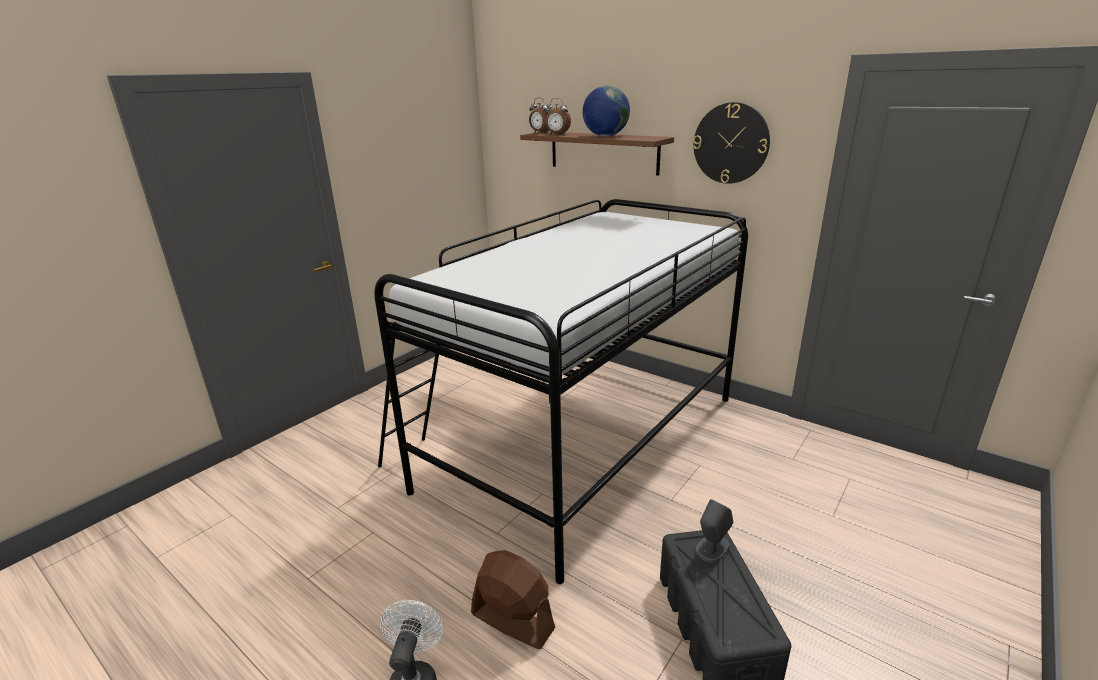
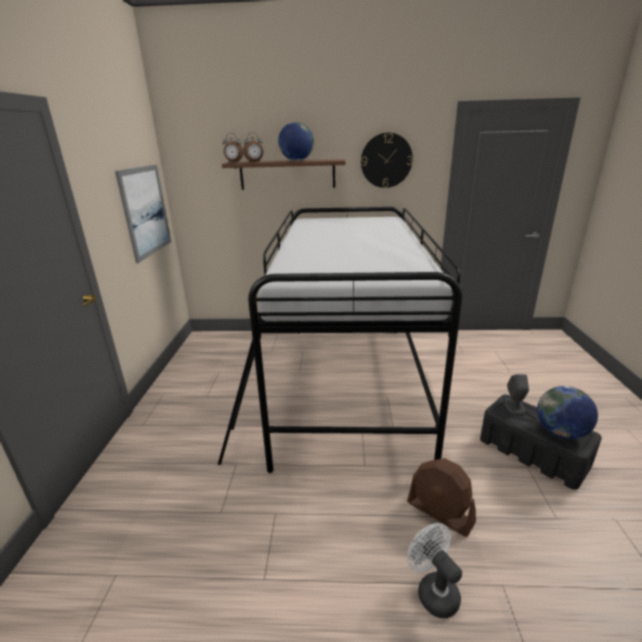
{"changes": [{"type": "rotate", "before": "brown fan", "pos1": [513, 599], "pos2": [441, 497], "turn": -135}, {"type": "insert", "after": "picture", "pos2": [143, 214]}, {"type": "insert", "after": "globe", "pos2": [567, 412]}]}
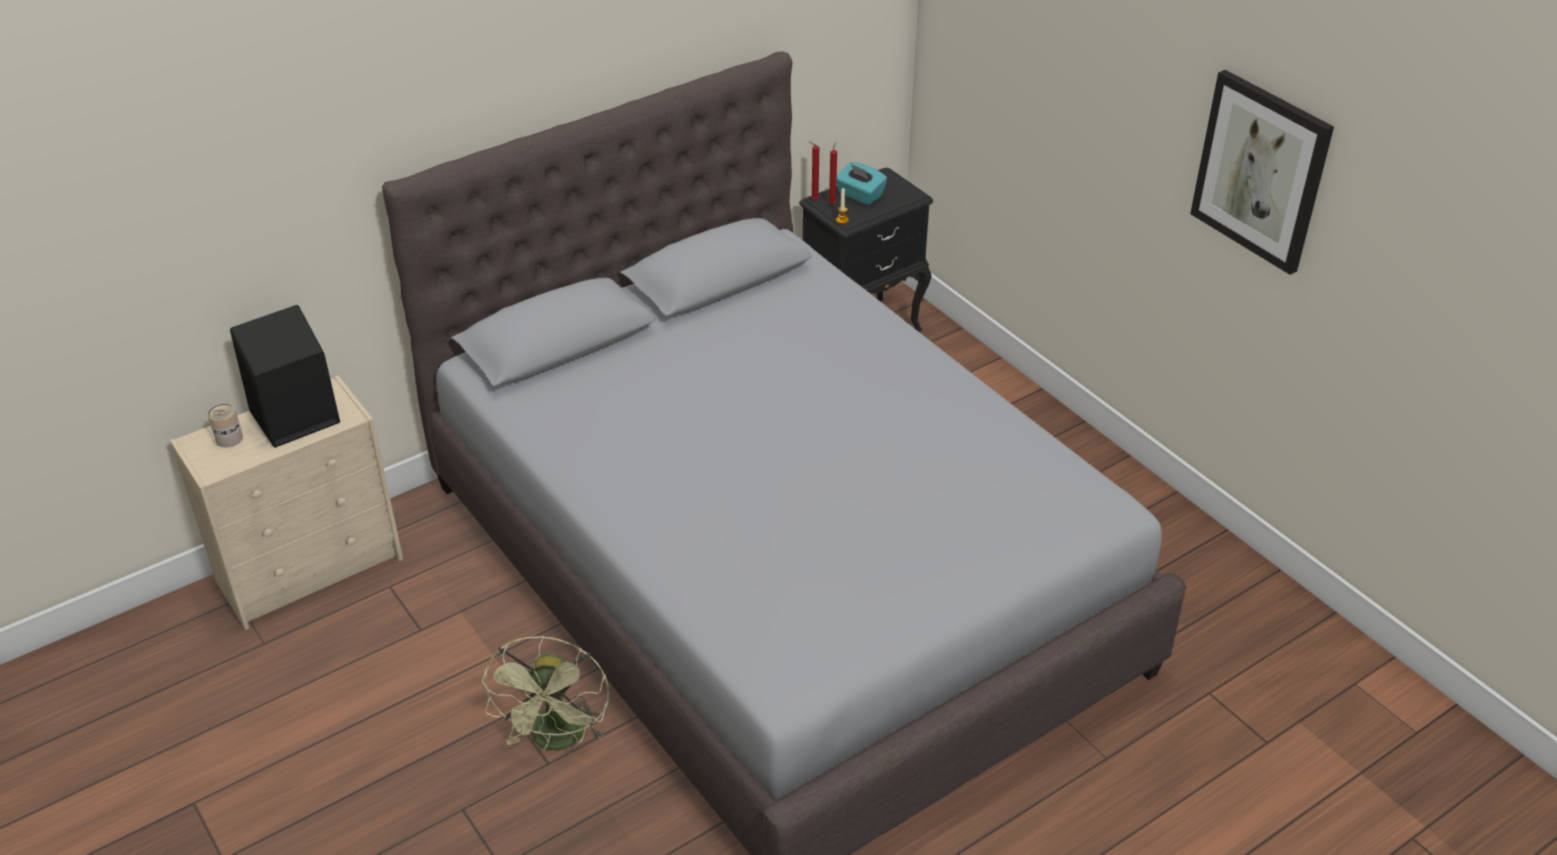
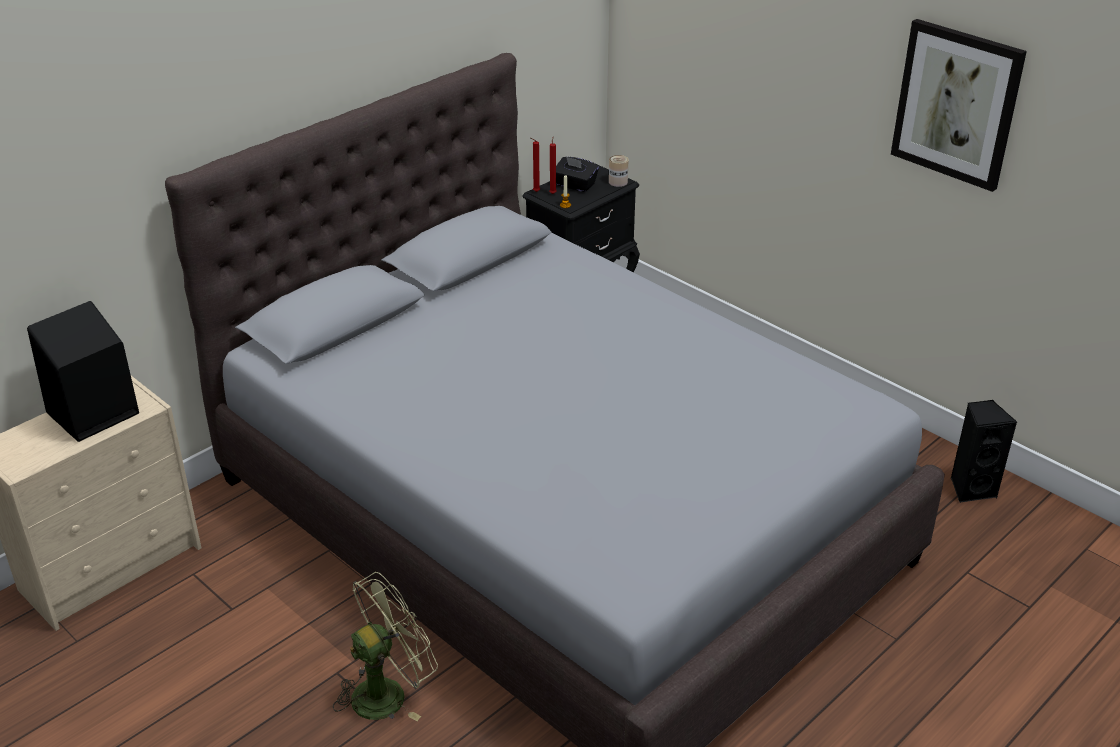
{"changes": [{"type": "move", "before": "can", "pos1": [225, 425], "pos2": [619, 171]}, {"type": "rotate", "before": "green fan", "pos1": [545, 693], "pos2": [385, 646], "turn": -120}, {"type": "recolor", "before": "turquoise tissue box", "after": "black tissue box", "pos1": [861, 183], "pos2": [577, 174]}, {"type": "insert", "after": "black speaker", "pos2": [984, 451]}]}
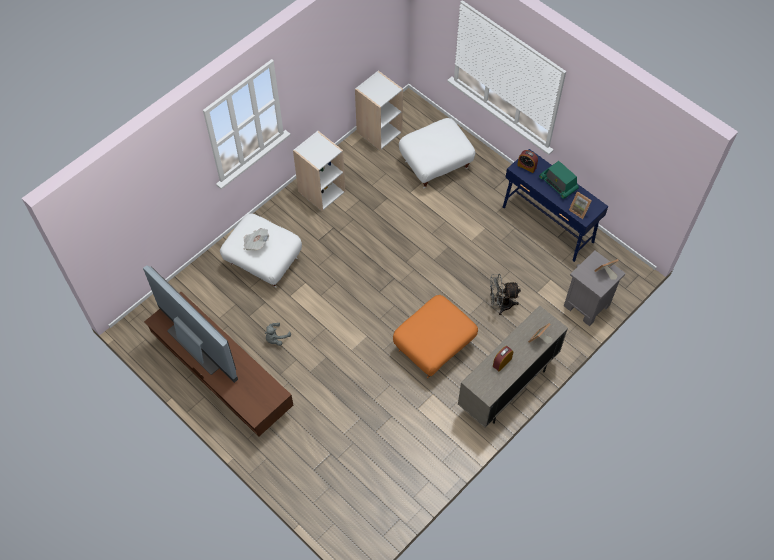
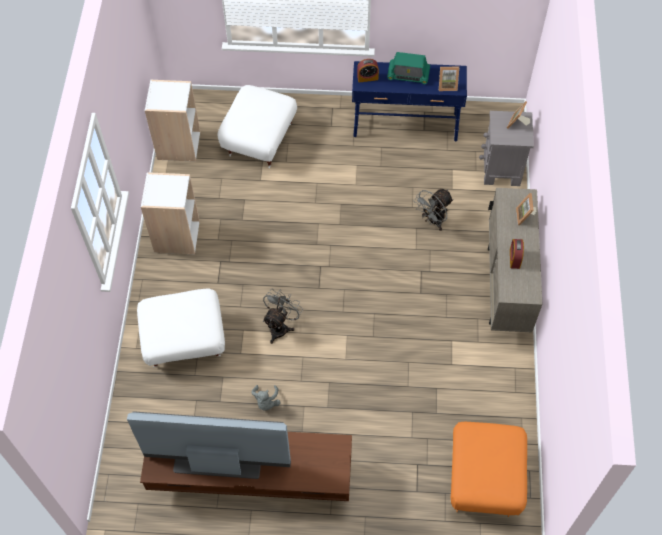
{"changes": [{"type": "delete", "before": "newspaper", "pos1": [256, 239]}, {"type": "move", "before": "orange ottoman", "pos1": [435, 336], "pos2": [489, 469]}, {"type": "insert", "after": "grey fan", "pos2": [283, 316]}]}
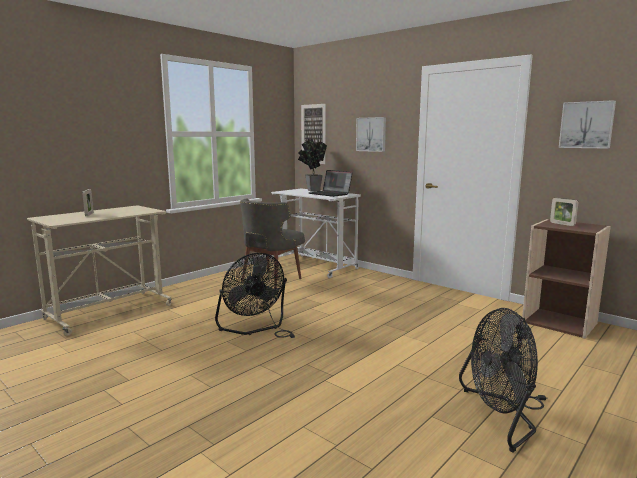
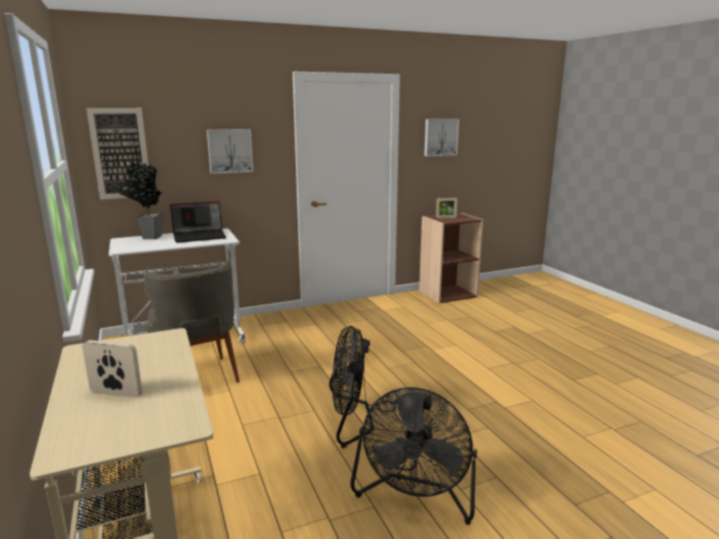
{"changes": [{"type": "move", "before": "black fan", "pos1": [503, 380], "pos2": [414, 456]}]}
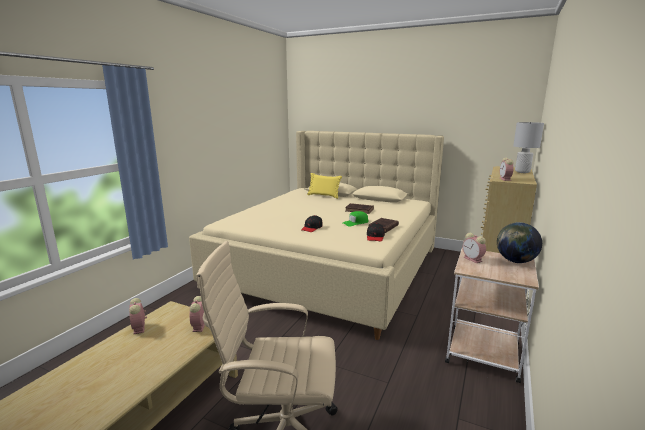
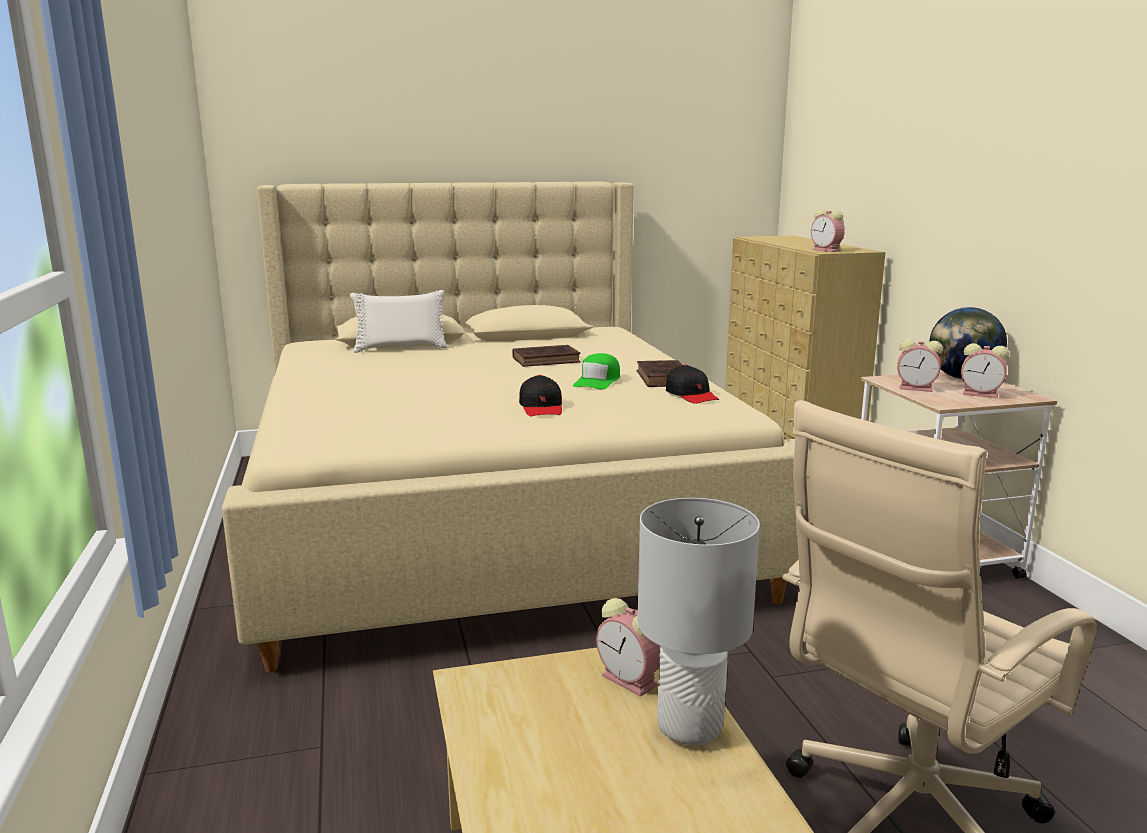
{"changes": [{"type": "move", "before": "alarm clock", "pos1": [138, 316], "pos2": [985, 370]}, {"type": "recolor", "before": "yellow pillow", "after": "white pillow", "pos1": [324, 186], "pos2": [398, 321]}, {"type": "move", "before": "grey table lamp", "pos1": [528, 147], "pos2": [699, 622]}]}
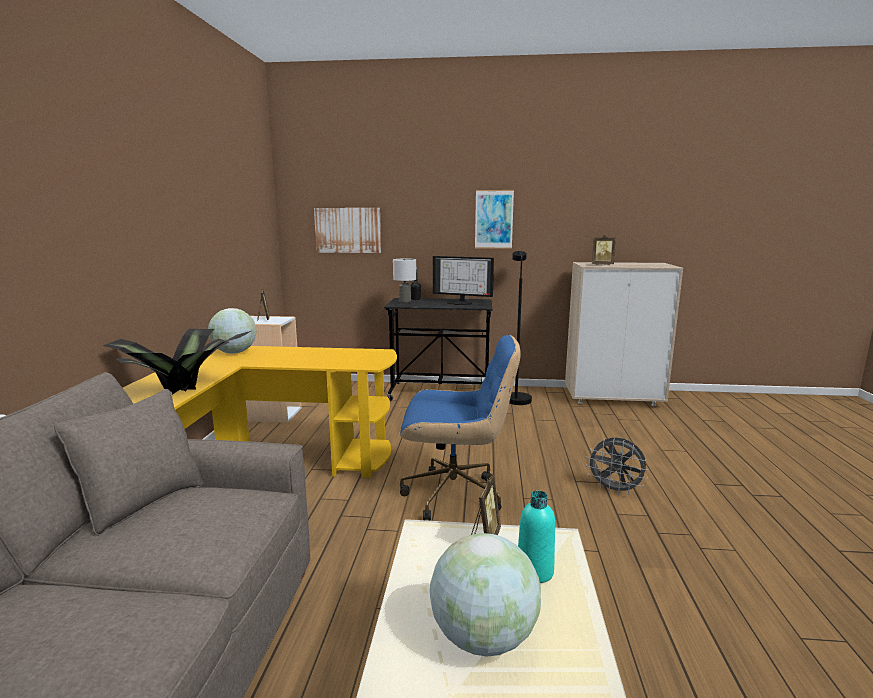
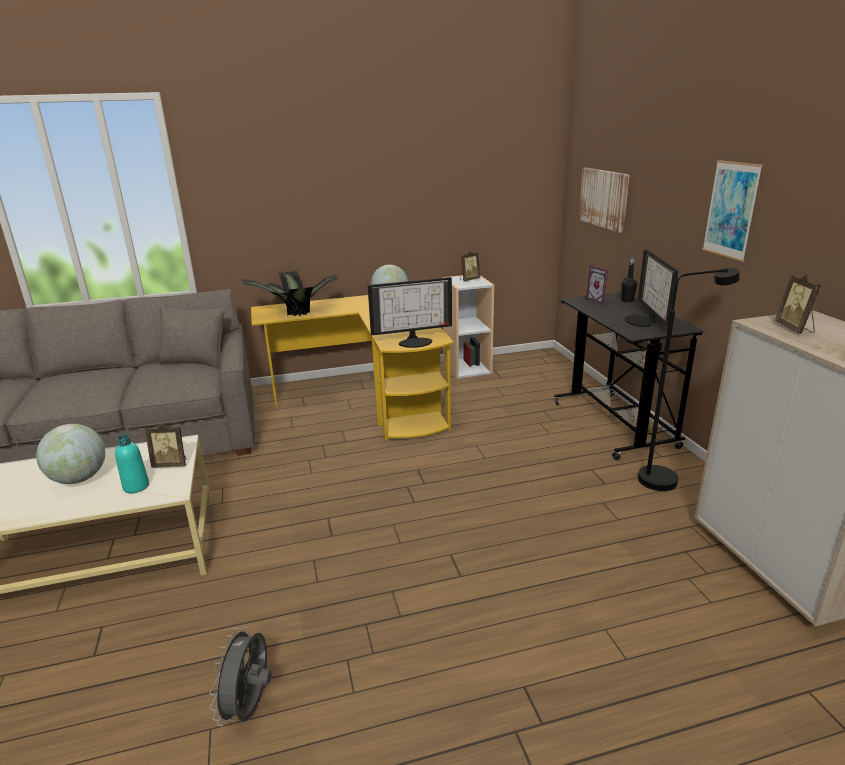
{"changes": [{"type": "replace", "before": "white table lamp", "after": "picture frame", "pos1": [404, 281], "pos2": [597, 285]}, {"type": "delete", "before": "blue office chair", "pos1": [460, 428]}, {"type": "move", "before": "grey fan", "pos1": [617, 466], "pos2": [240, 676]}, {"type": "insert", "after": "monitor", "pos2": [410, 312]}]}
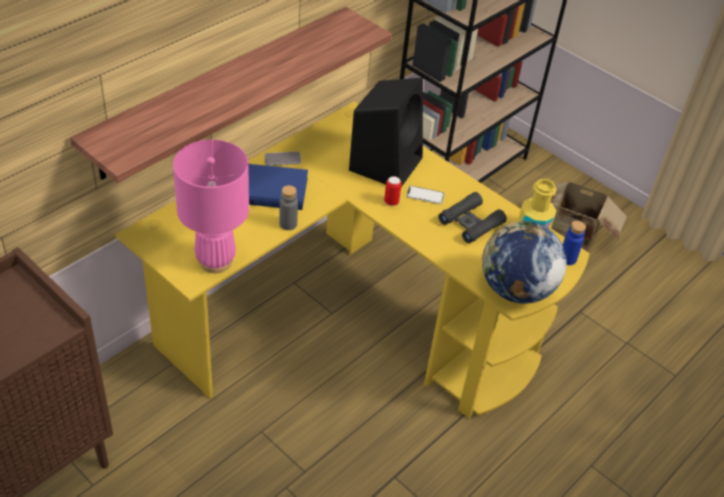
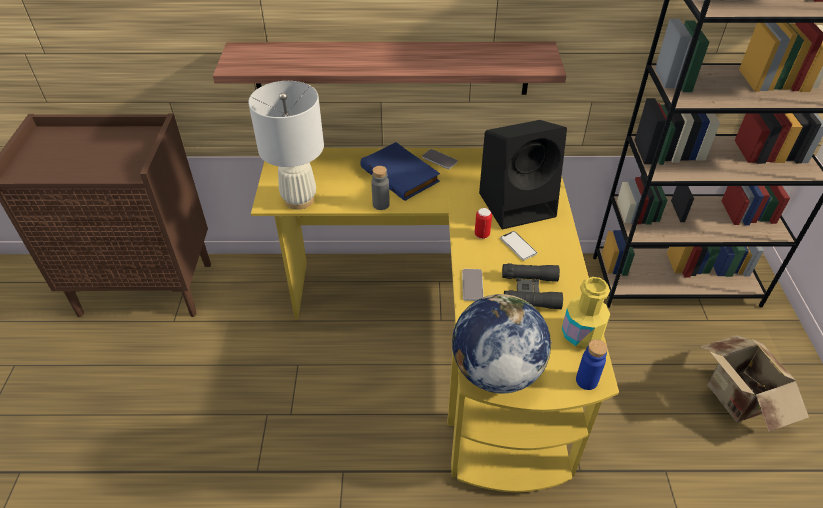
{"changes": [{"type": "recolor", "before": "pink table lamp", "after": "white table lamp", "pos1": [211, 206], "pos2": [286, 145]}, {"type": "insert", "after": "phone", "pos2": [473, 285]}]}
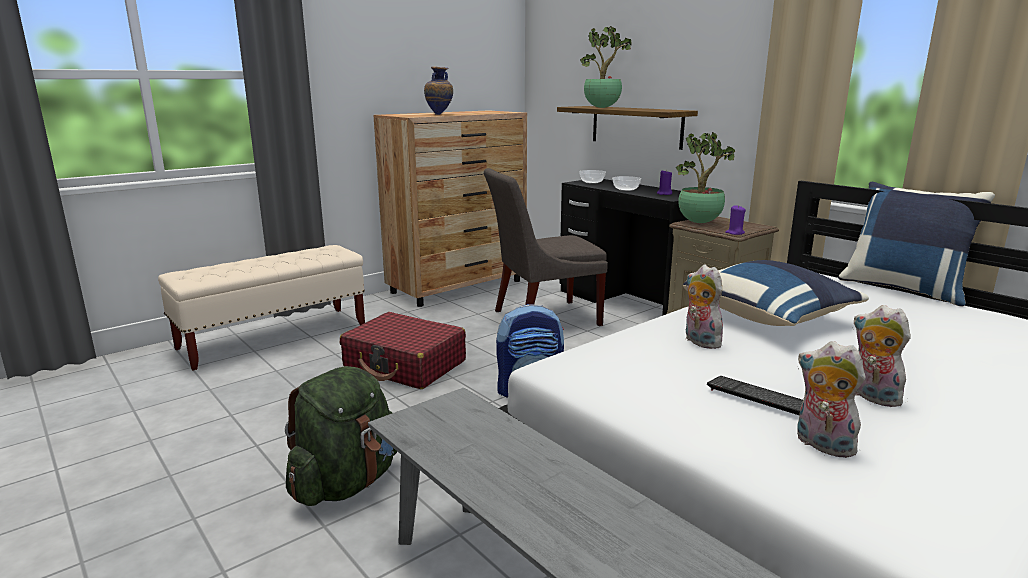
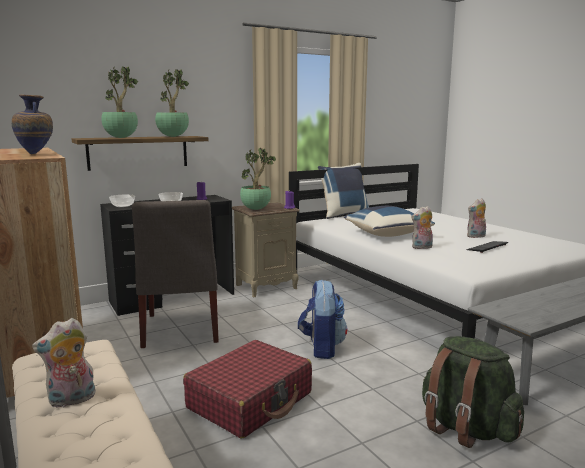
{"changes": [{"type": "move", "before": "plush toy", "pos1": [831, 399], "pos2": [64, 363]}, {"type": "insert", "after": "potted plant", "pos2": [172, 103]}]}
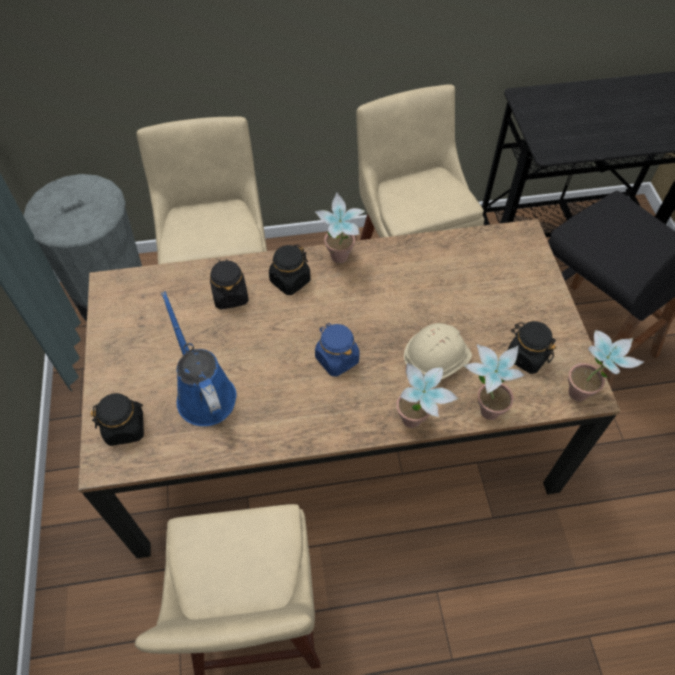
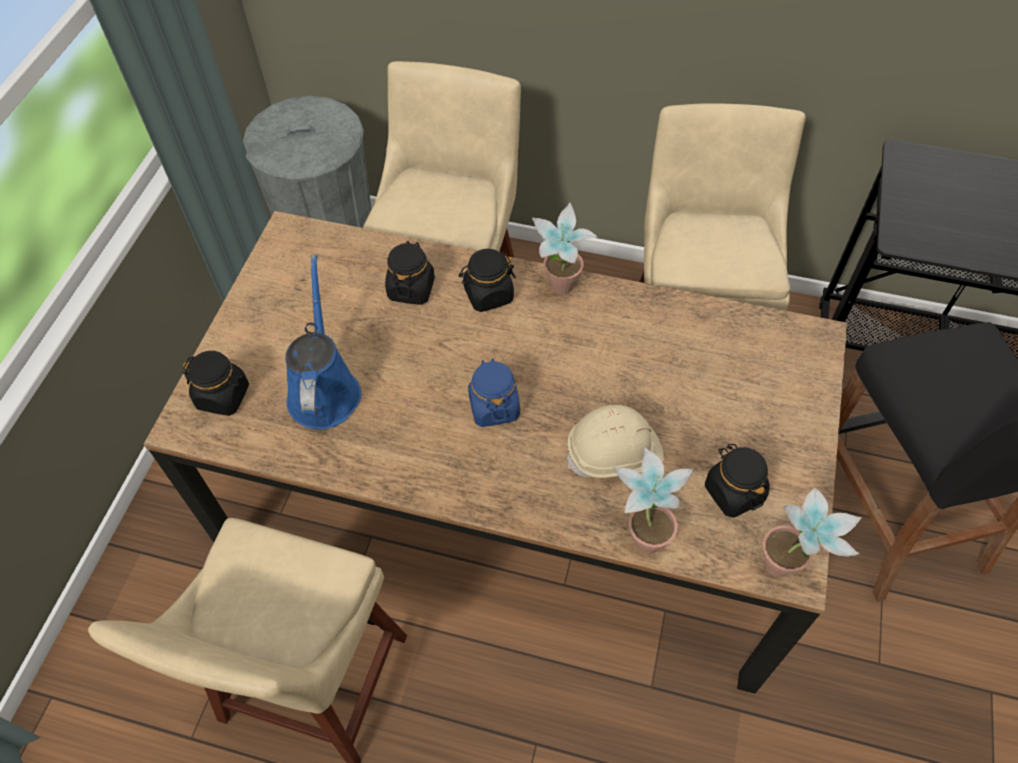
{"changes": [{"type": "delete", "before": "potted plant", "pos1": [427, 395]}]}
